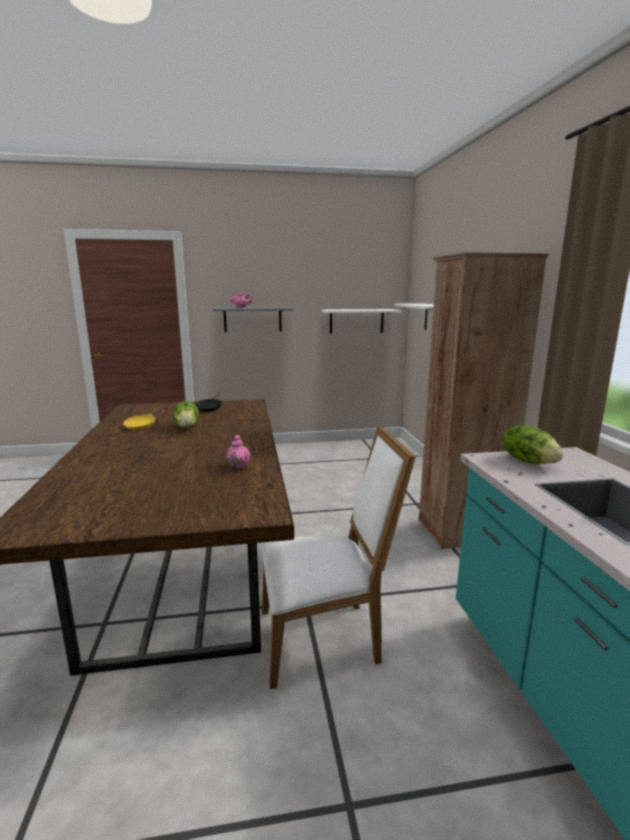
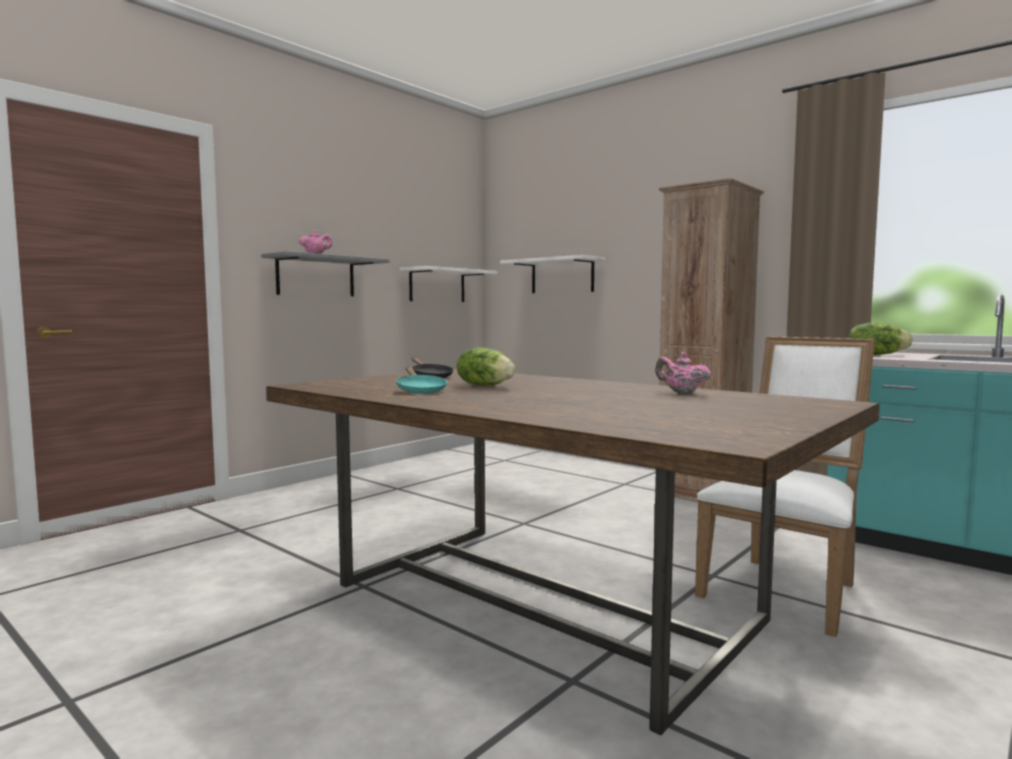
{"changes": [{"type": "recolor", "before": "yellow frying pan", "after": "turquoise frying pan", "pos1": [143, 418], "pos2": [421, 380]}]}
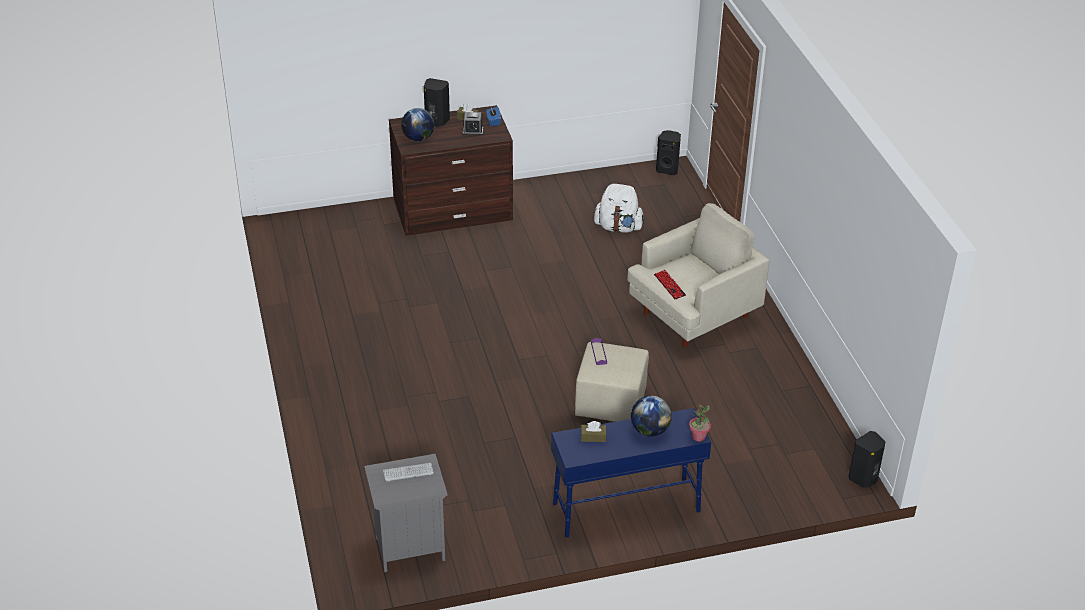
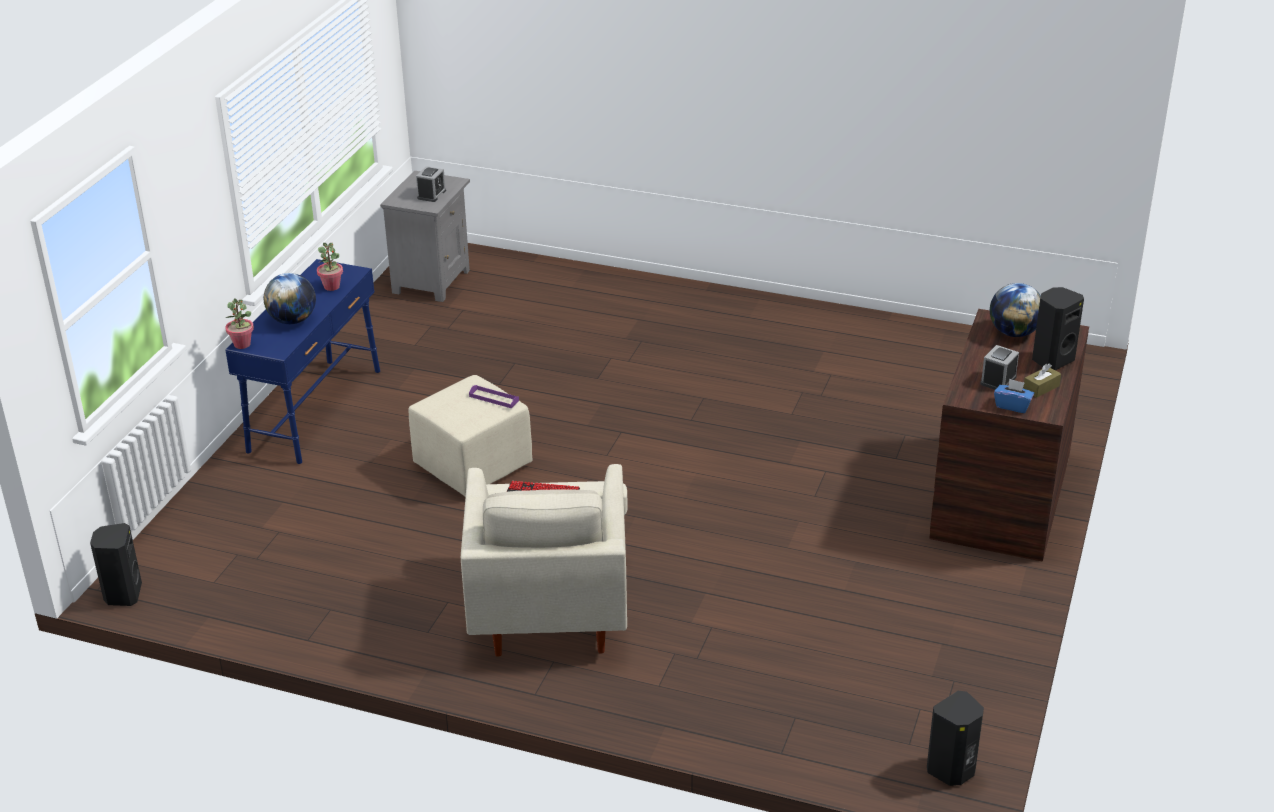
{"changes": [{"type": "replace", "before": "keyboard", "after": "alarm clock", "pos1": [408, 472], "pos2": [431, 184]}, {"type": "replace", "before": "brown tissue box", "after": "potted plant", "pos1": [593, 431], "pos2": [330, 267]}, {"type": "delete", "before": "white backpack", "pos1": [619, 208]}]}
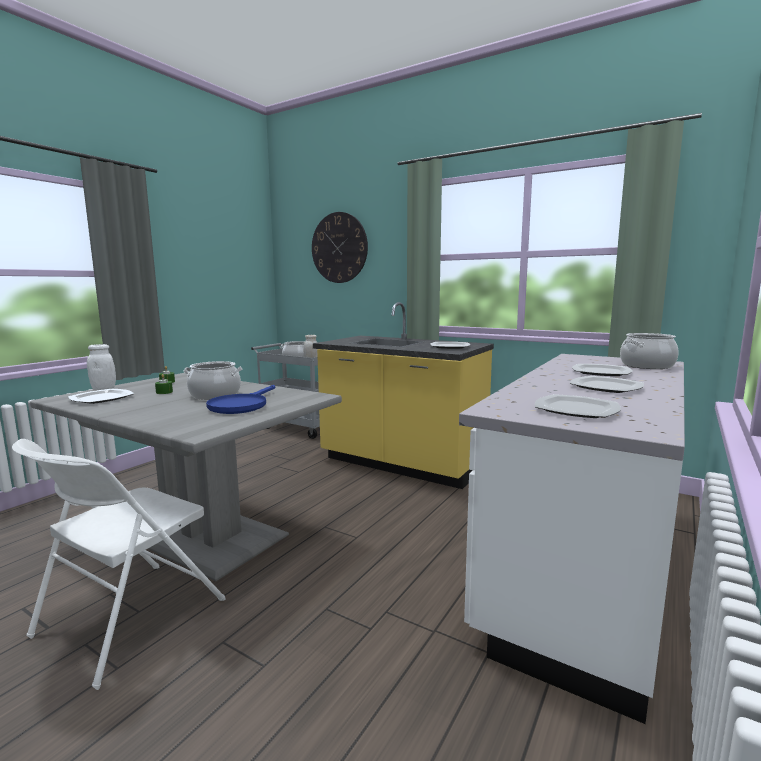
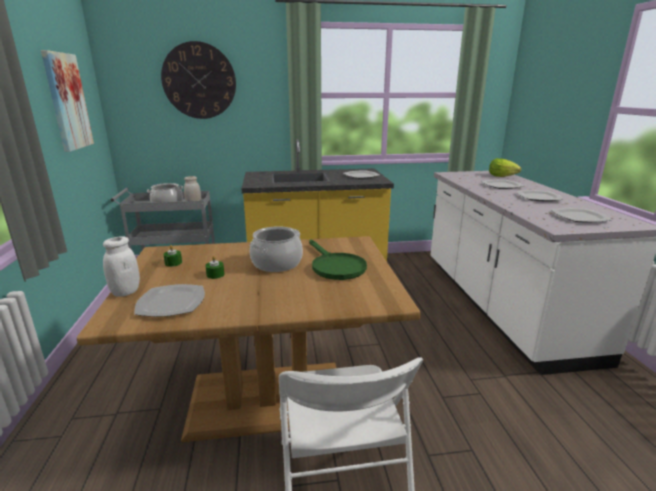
{"changes": [{"type": "recolor", "before": "grey dining table", "after": "brown dining table", "pos1": [186, 477], "pos2": [249, 339]}, {"type": "recolor", "before": "blue frying pan", "after": "green frying pan", "pos1": [240, 399], "pos2": [338, 260]}, {"type": "replace", "before": "cooking pot", "after": "lettuce", "pos1": [649, 351], "pos2": [505, 167]}, {"type": "insert", "after": "picture", "pos2": [67, 101]}]}
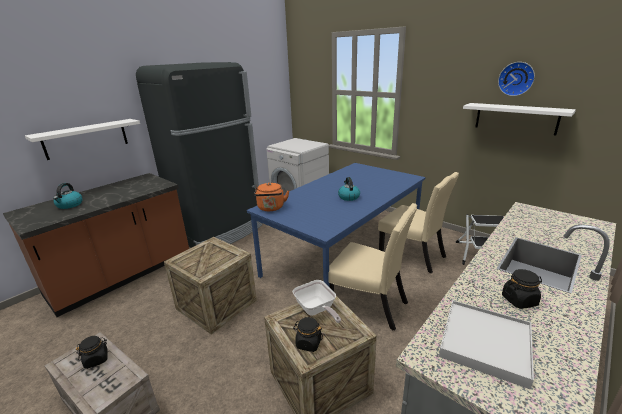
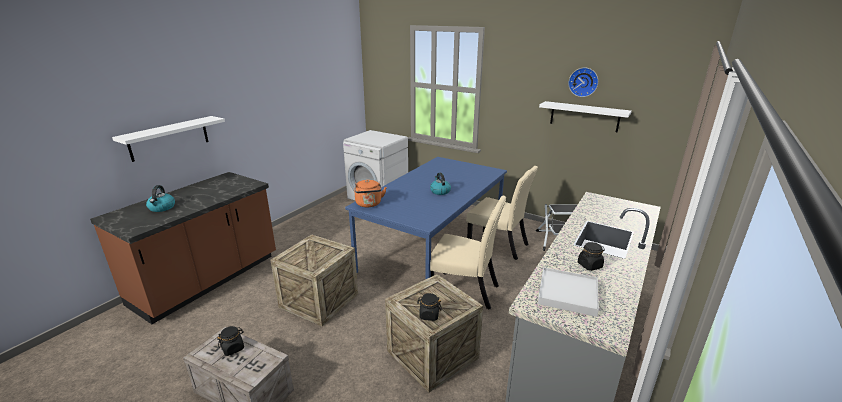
{"changes": [{"type": "delete", "before": "black fridge", "pos1": [199, 155]}, {"type": "delete", "before": "frying pan", "pos1": [317, 301]}]}
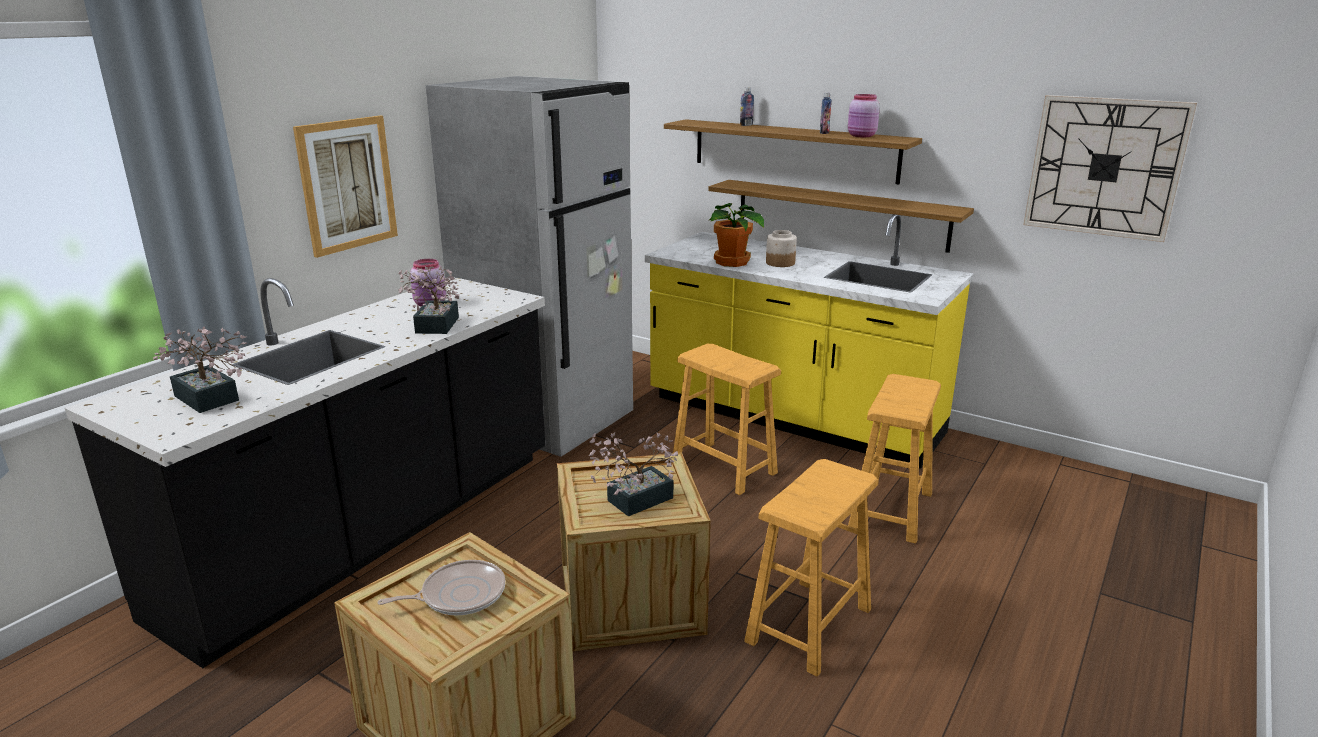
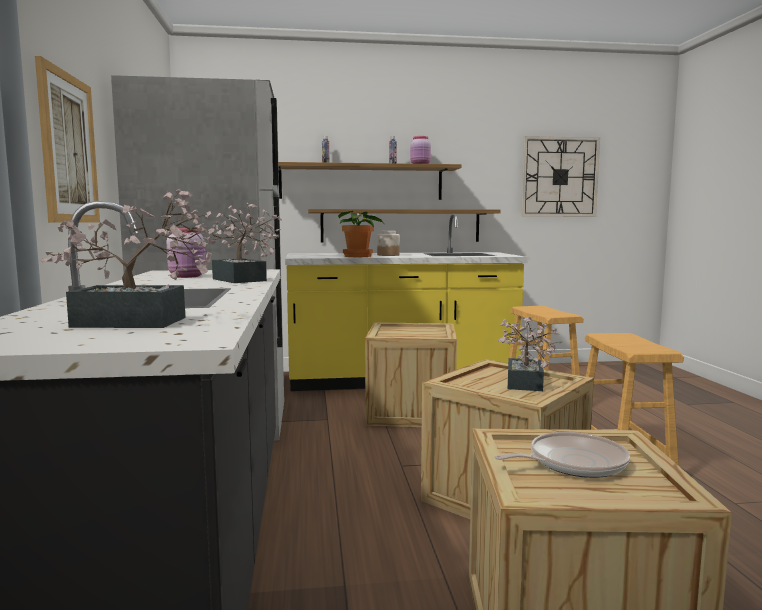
{"changes": [{"type": "rotate", "before": "frying pan", "pos1": [441, 588], "pos2": [562, 455], "turn": 45}, {"type": "replace", "before": "brown stool", "after": "crate", "pos1": [727, 419], "pos2": [411, 374]}]}
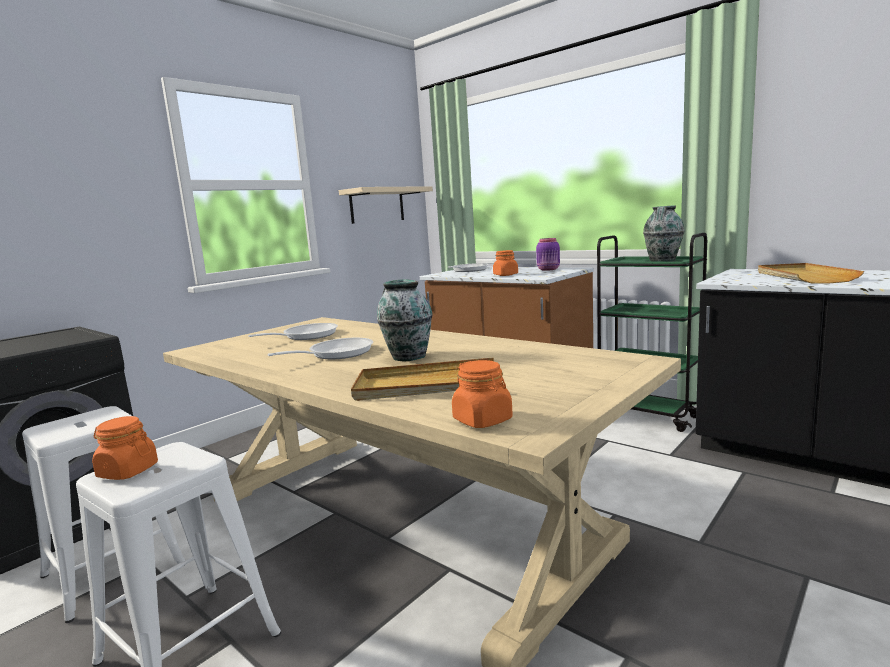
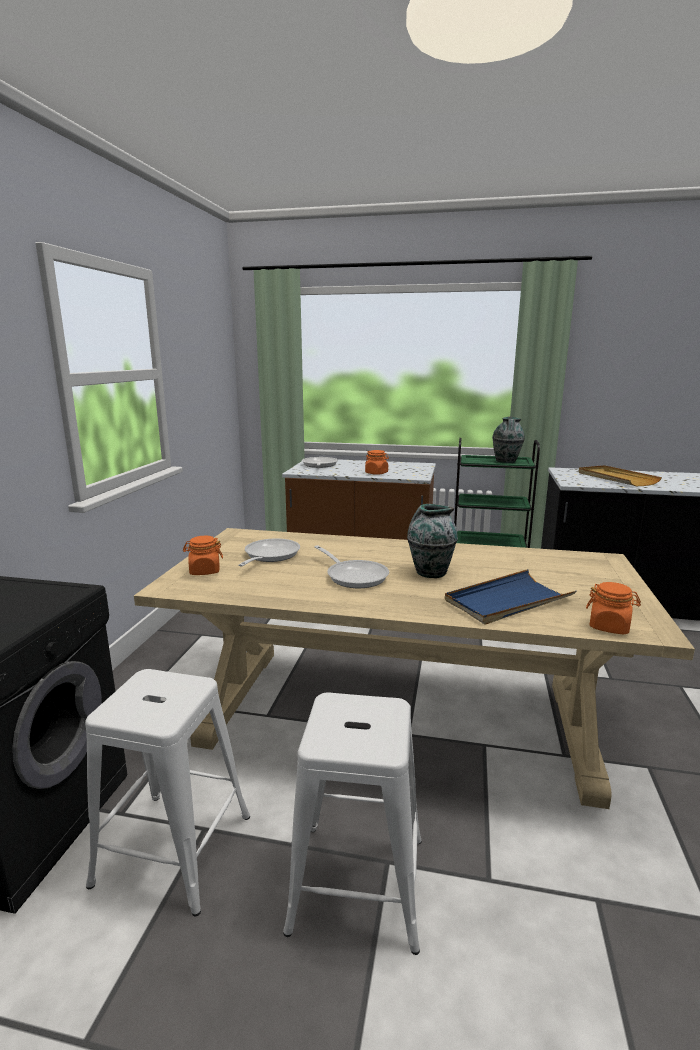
{"changes": [{"type": "move", "before": "orange jar", "pos1": [125, 448], "pos2": [203, 555]}, {"type": "rotate", "before": "frying pan", "pos1": [320, 348], "pos2": [352, 566], "turn": 120}, {"type": "delete", "before": "beige shelf", "pos1": [386, 205]}, {"type": "recolor", "before": "beige tray", "after": "blue tray", "pos1": [422, 379], "pos2": [510, 597]}, {"type": "delete", "before": "purple jar", "pos1": [548, 254]}]}
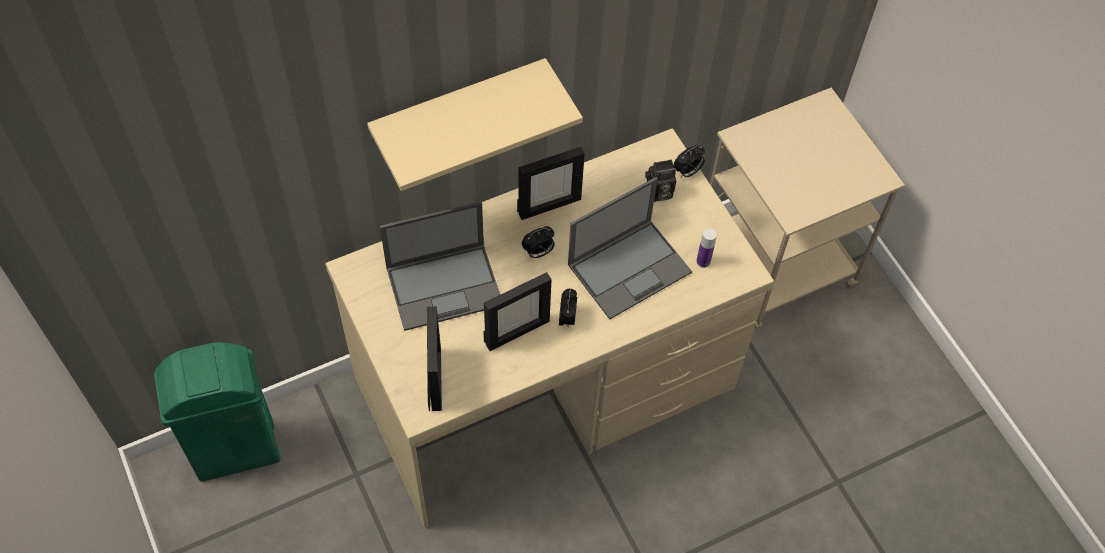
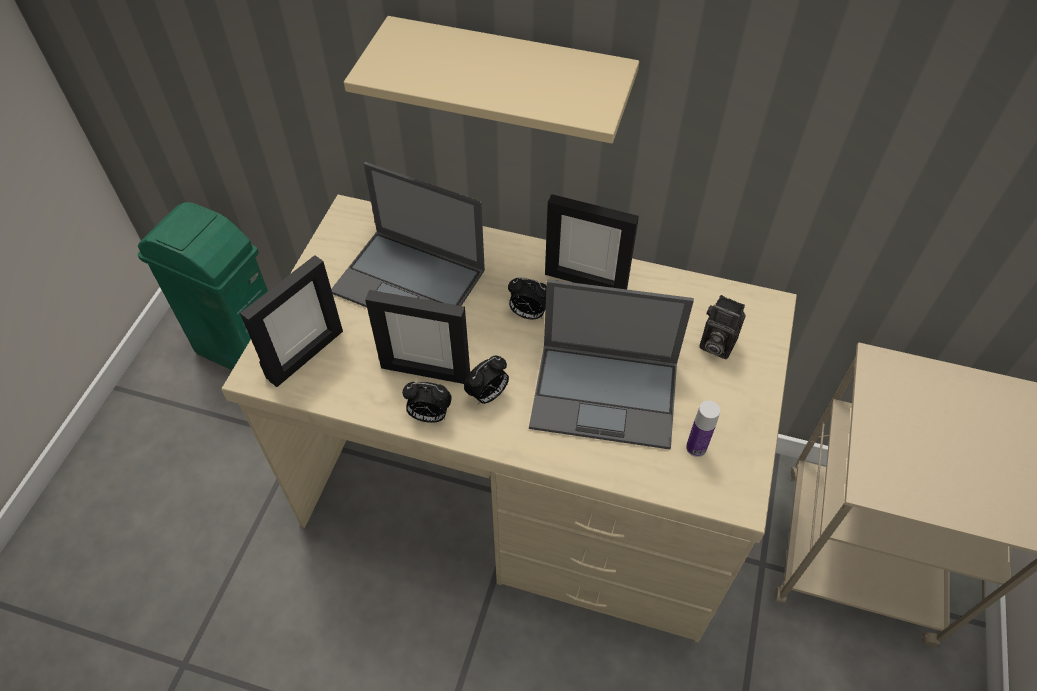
{"changes": [{"type": "move", "before": "alarm clock", "pos1": [689, 161], "pos2": [427, 402]}]}
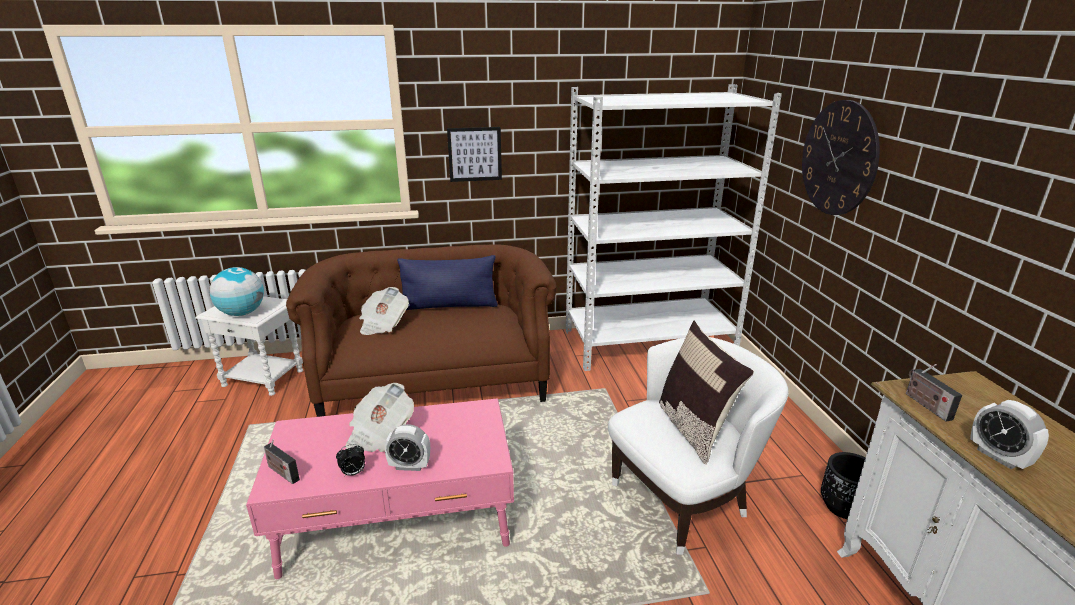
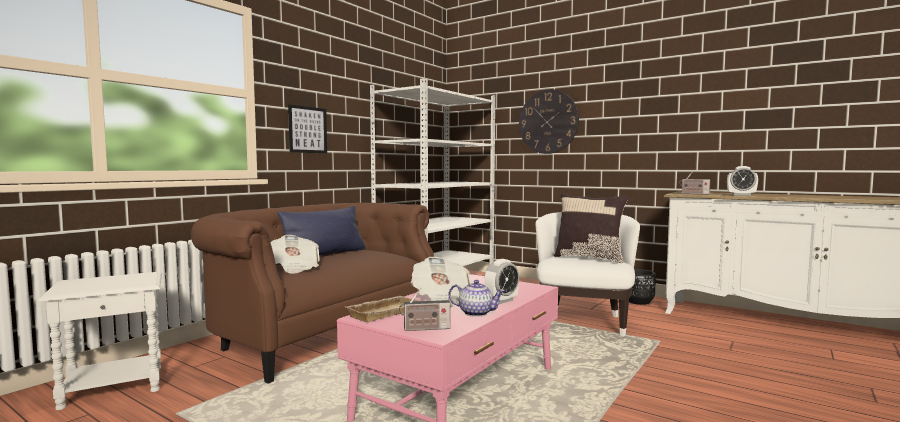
{"changes": [{"type": "delete", "before": "globe", "pos1": [236, 291]}, {"type": "replace", "before": "alarm clock", "after": "teapot", "pos1": [350, 460], "pos2": [477, 298]}, {"type": "insert", "after": "beige tray", "pos2": [382, 309]}]}
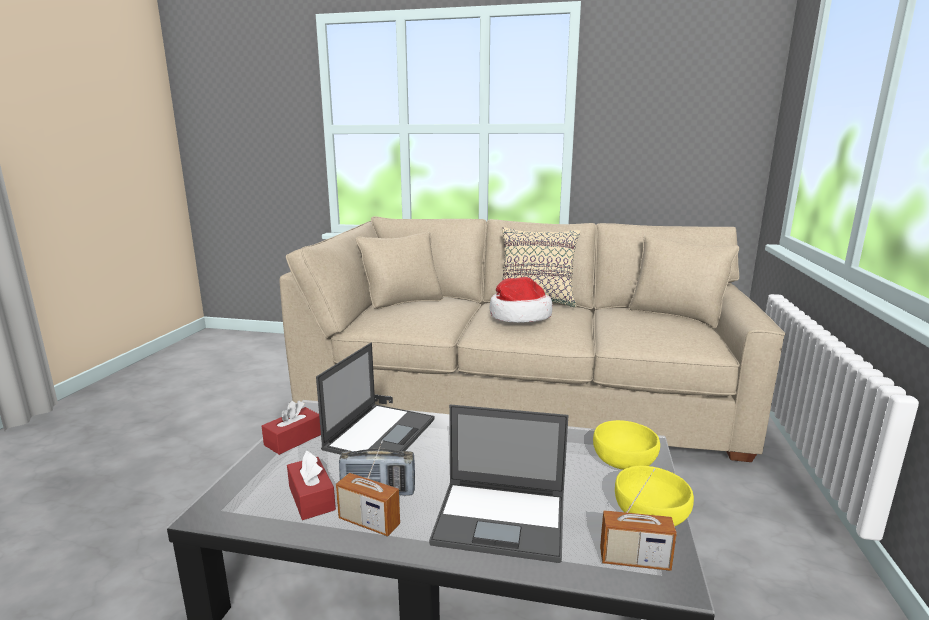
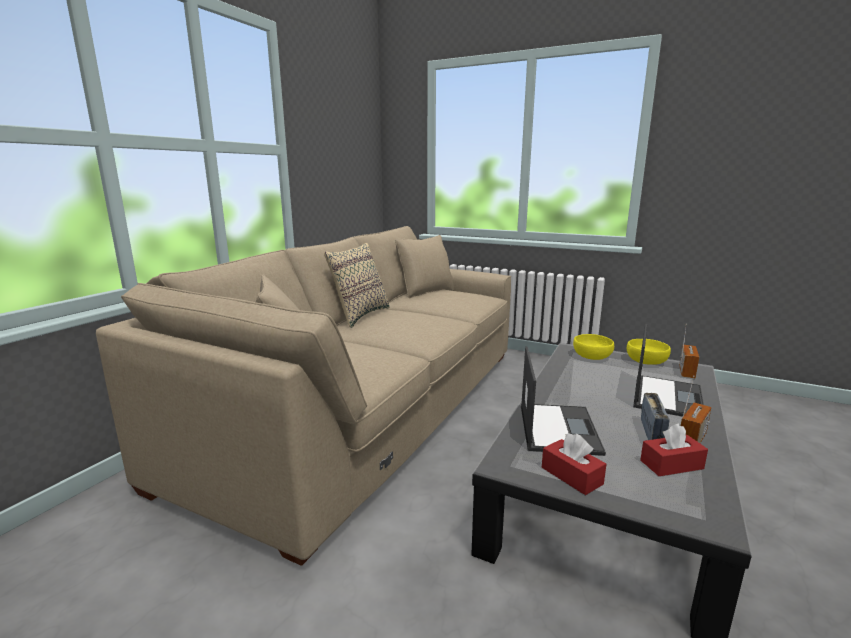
{"changes": [{"type": "rotate", "before": "laptop", "pos1": [375, 399], "pos2": [563, 401], "turn": 60}, {"type": "delete", "before": "hat", "pos1": [521, 300]}]}
